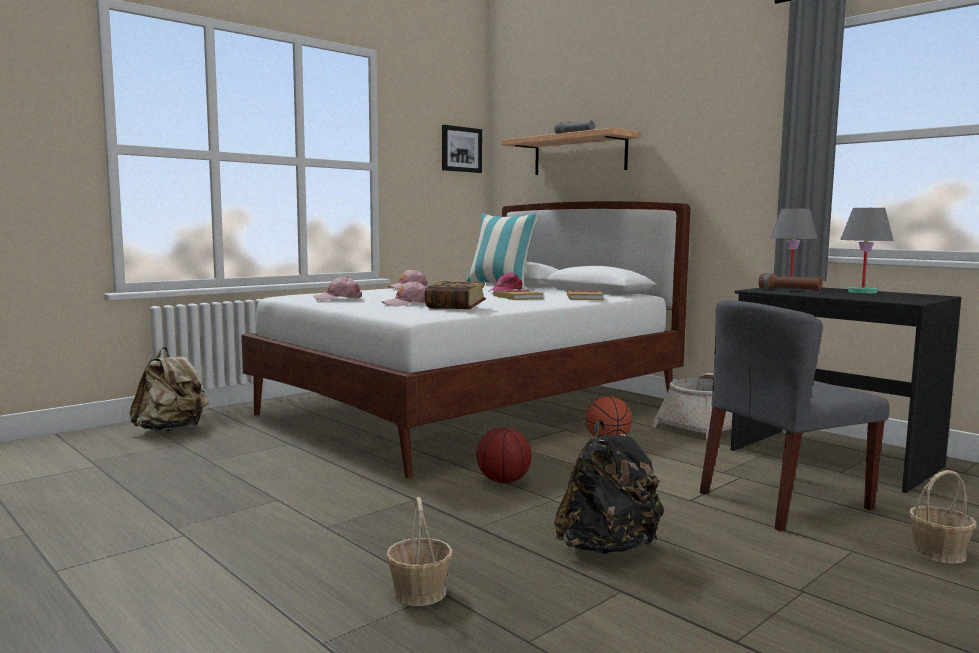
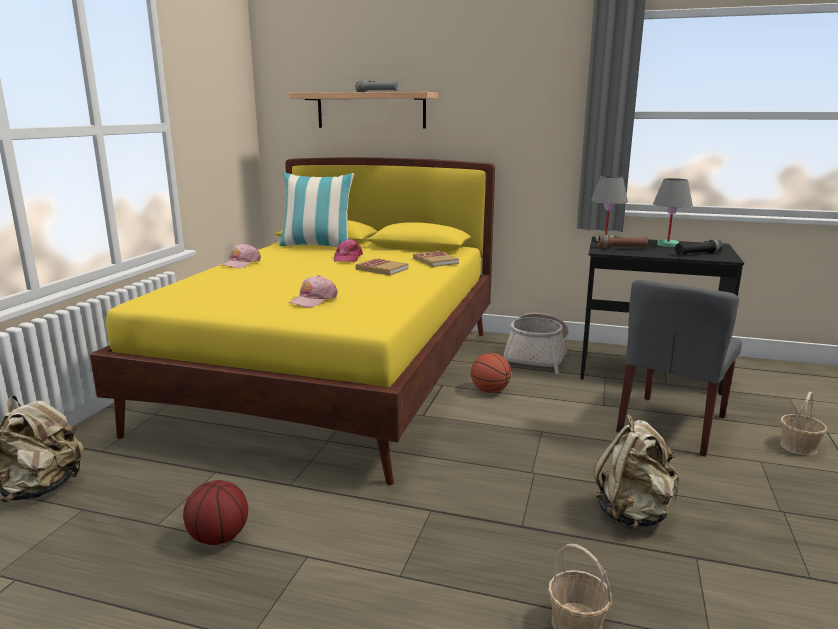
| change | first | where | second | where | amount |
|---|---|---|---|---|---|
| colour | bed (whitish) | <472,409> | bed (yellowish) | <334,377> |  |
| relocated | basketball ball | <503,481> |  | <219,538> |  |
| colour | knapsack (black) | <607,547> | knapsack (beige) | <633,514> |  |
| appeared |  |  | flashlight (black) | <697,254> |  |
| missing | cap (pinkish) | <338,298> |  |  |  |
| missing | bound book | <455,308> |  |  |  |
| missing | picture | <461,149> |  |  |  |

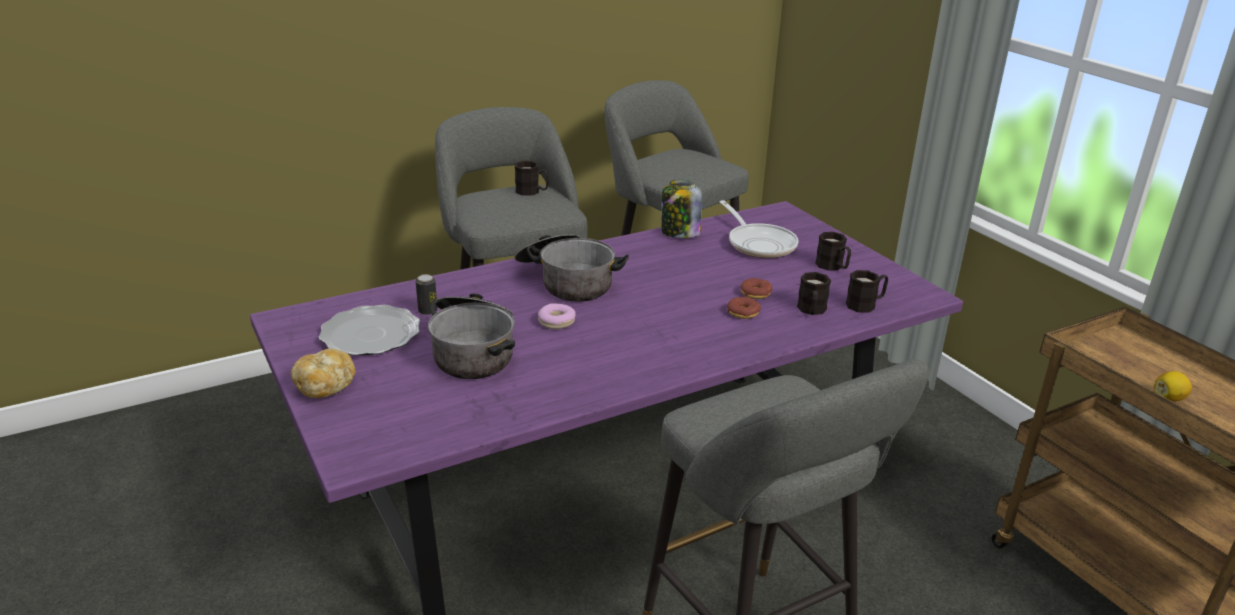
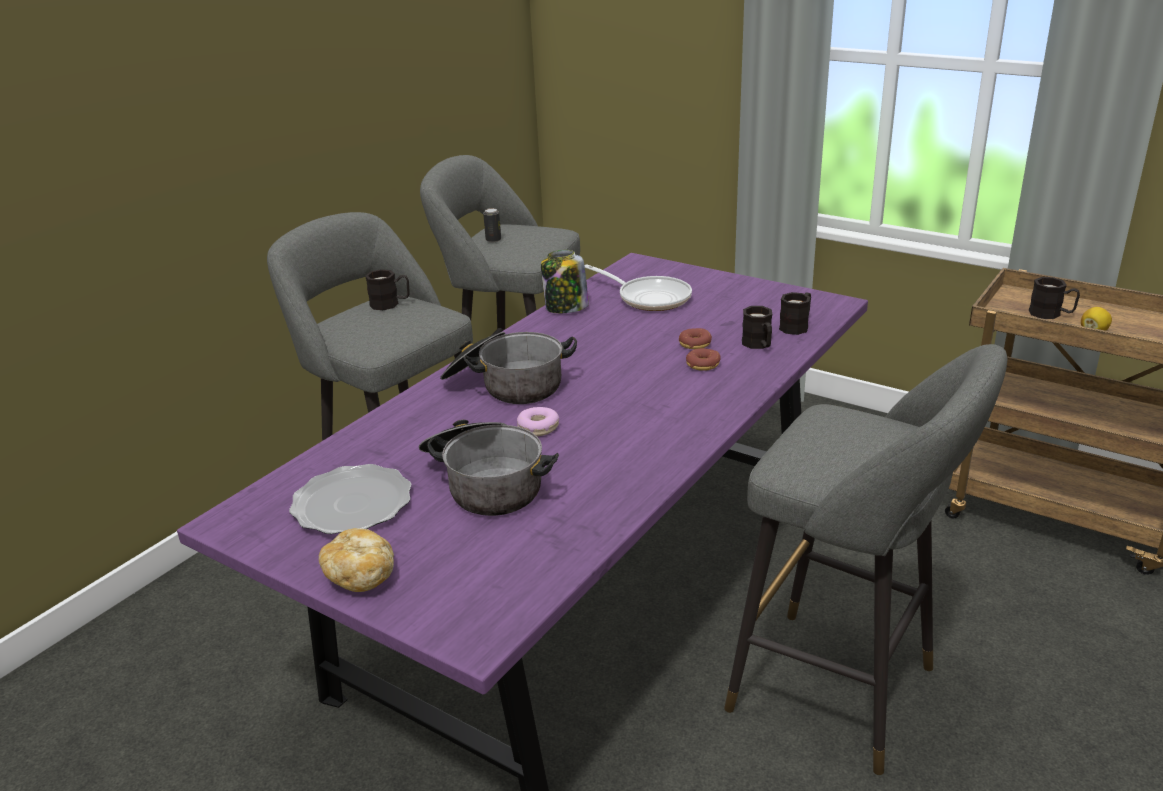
| change | first | where | second | where | amount |
|---|---|---|---|---|---|
| relocated | can | <427,311> |  | <493,240> |  |
| relocated | coffee mug (black) | <833,267> |  | <1051,314> |  |

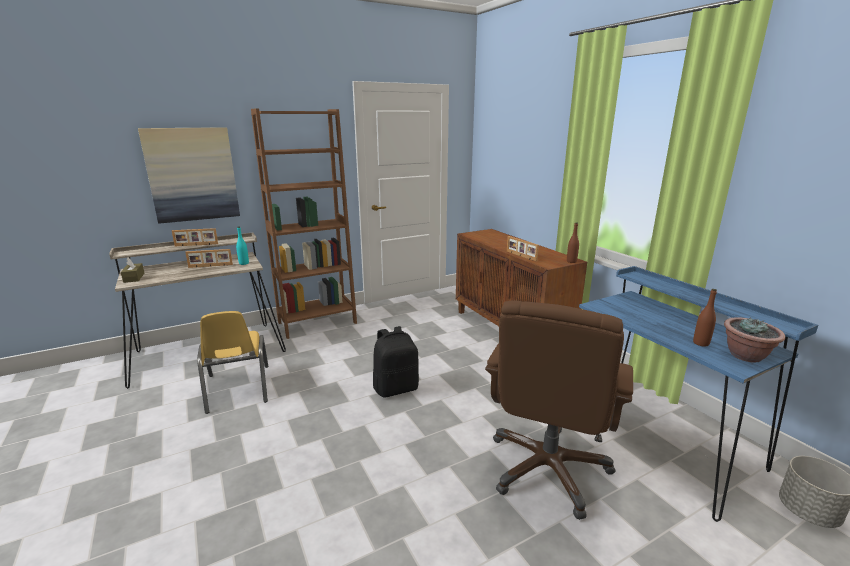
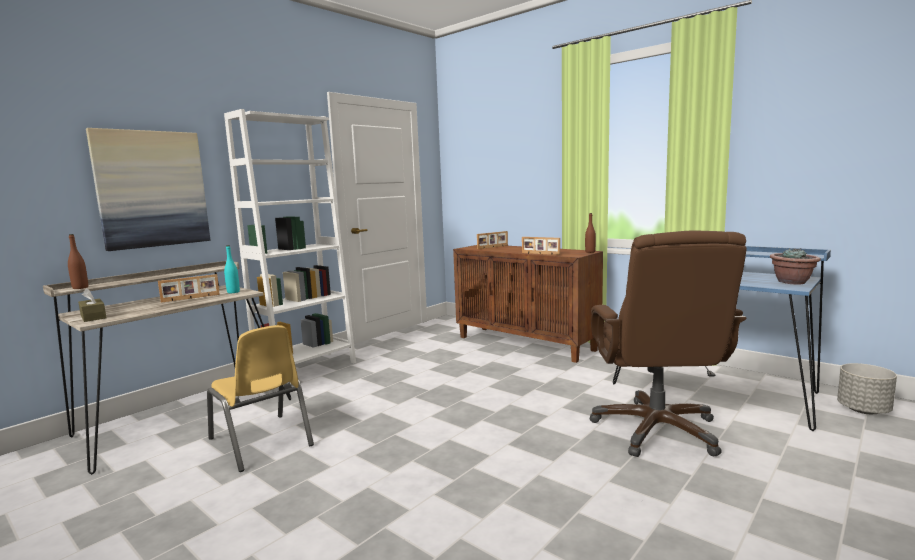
| change | first | where | second | where | amount |
|---|---|---|---|---|---|
| relocated | bottle (brownish) | <701,343> |  | <80,288> |  |
| colour | bookshelf (brownish) | <317,322> | bookshelf (whitish) | <306,369> |  |
| relocated | standing frame | <196,245> |  | <493,247> |  |
| missing | knapsack (black) | <396,388> |  |  |  |

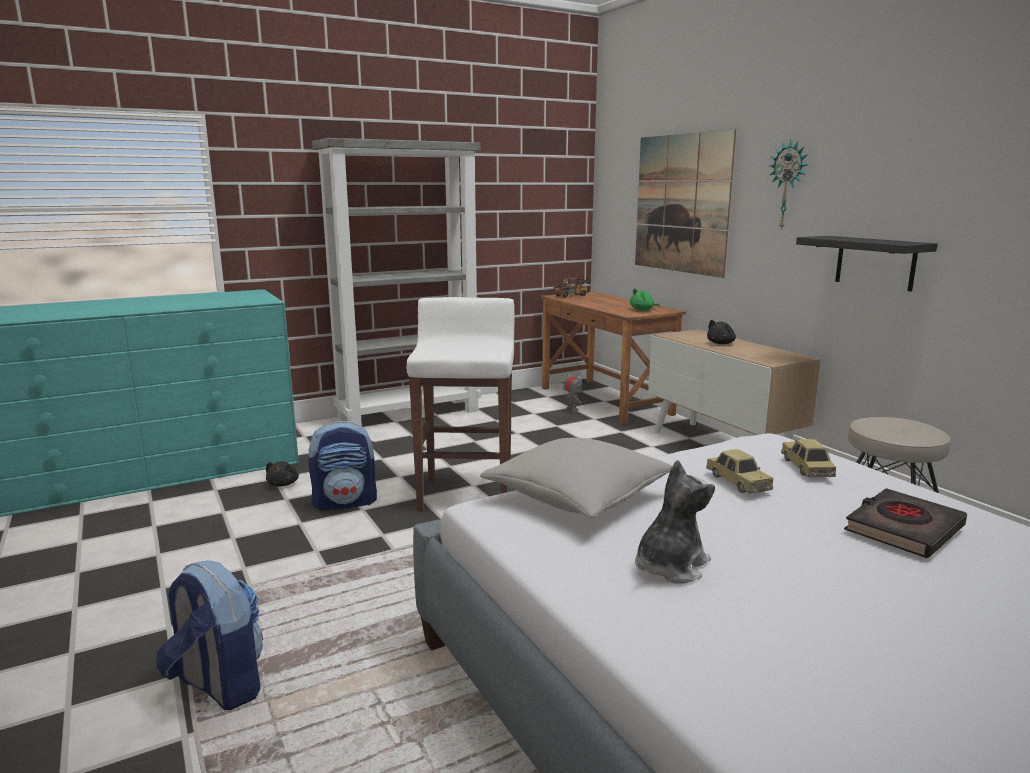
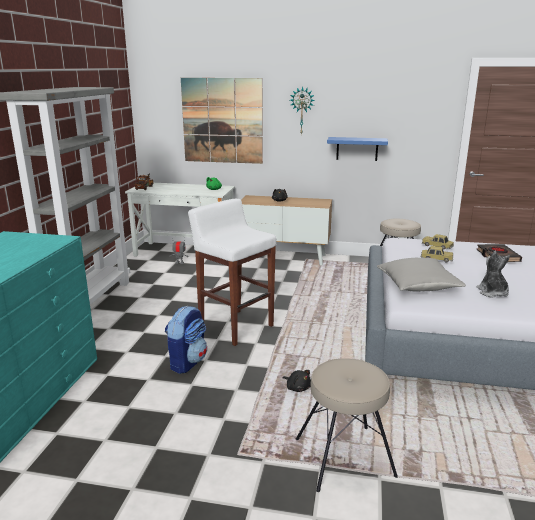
| change | first | where | second | where | amount |
|---|---|---|---|---|---|
| colour | desk table (brownish) | <605,401> | desk table (whitish) | <185,252> |  |
| relocated | plush toy (black) | <283,484> |  | <297,388> |  |
| exchanged | knapsack | <218,686> | stool seat (beige) | <344,458> |  |
| colour | wall shelf (black) | <875,262> | wall shelf (blue) | <357,149> |  |

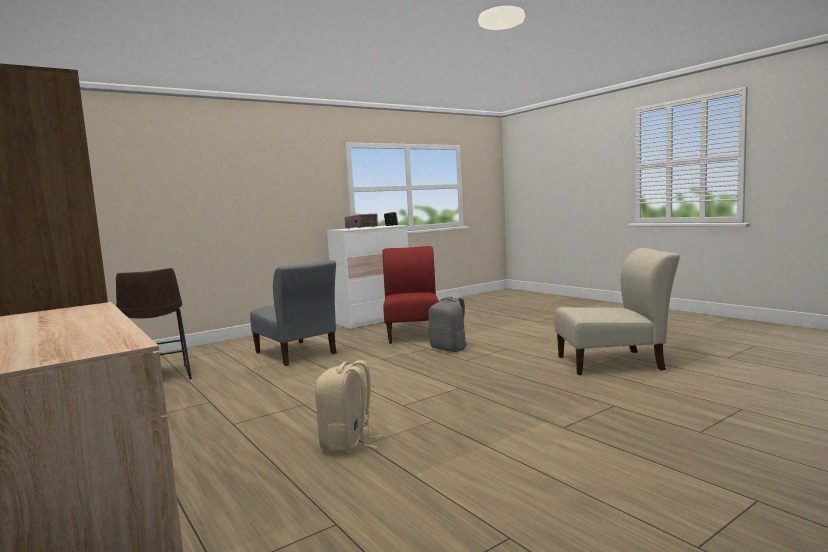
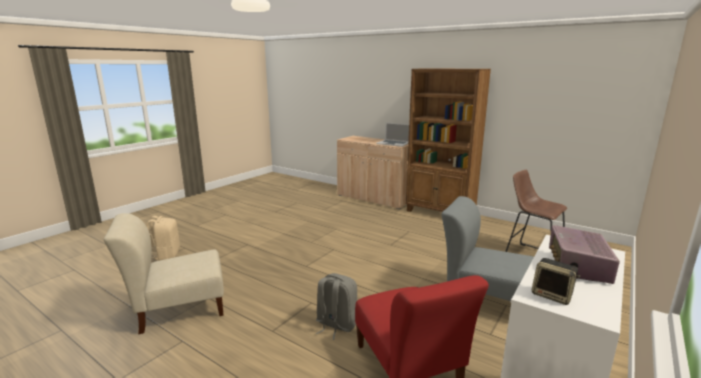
| change | first | where | second | where | amount |
|---|---|---|---|---|---|
| relocated | knapsack (beige) | <347,443> |  | <166,255> |  |
| appeared |  |  | portable computer | <393,143> |  |

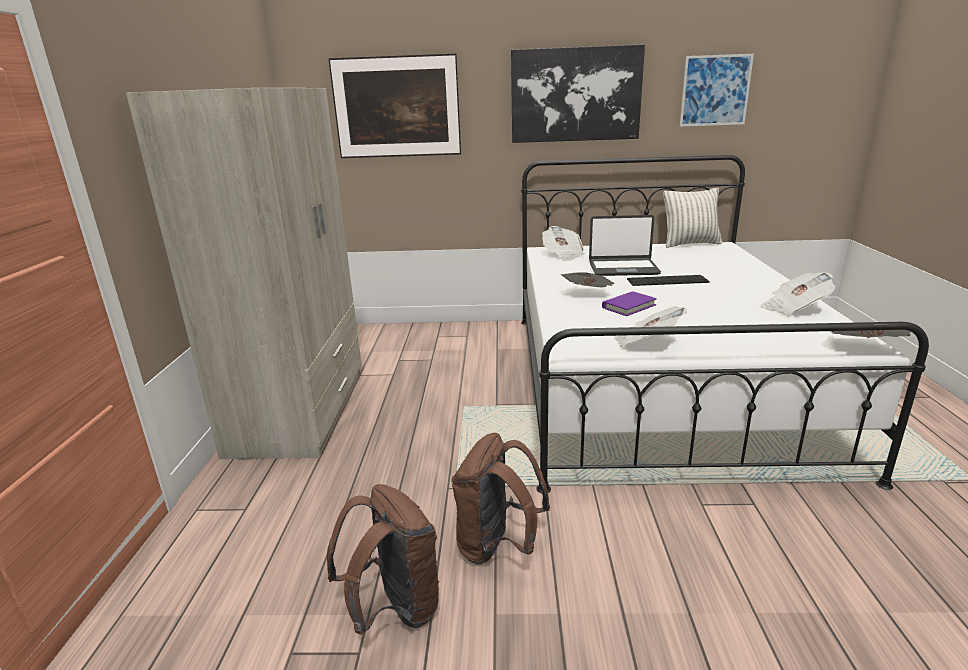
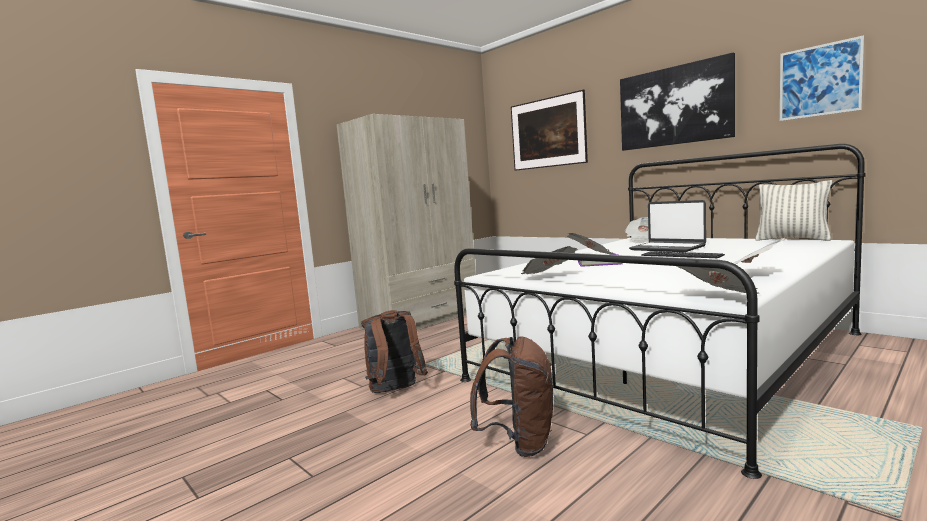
| change | first | where | second | where | amount |
|---|---|---|---|---|---|
| relocated | knapsack (brownish) | <395,608> |  | <519,443> |  |

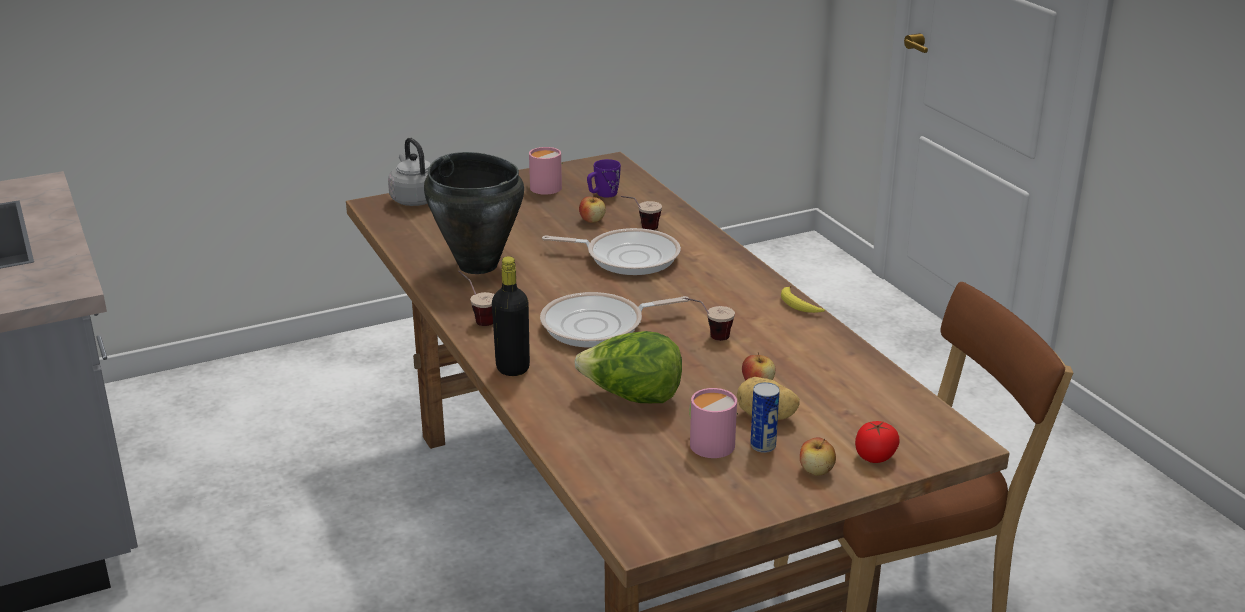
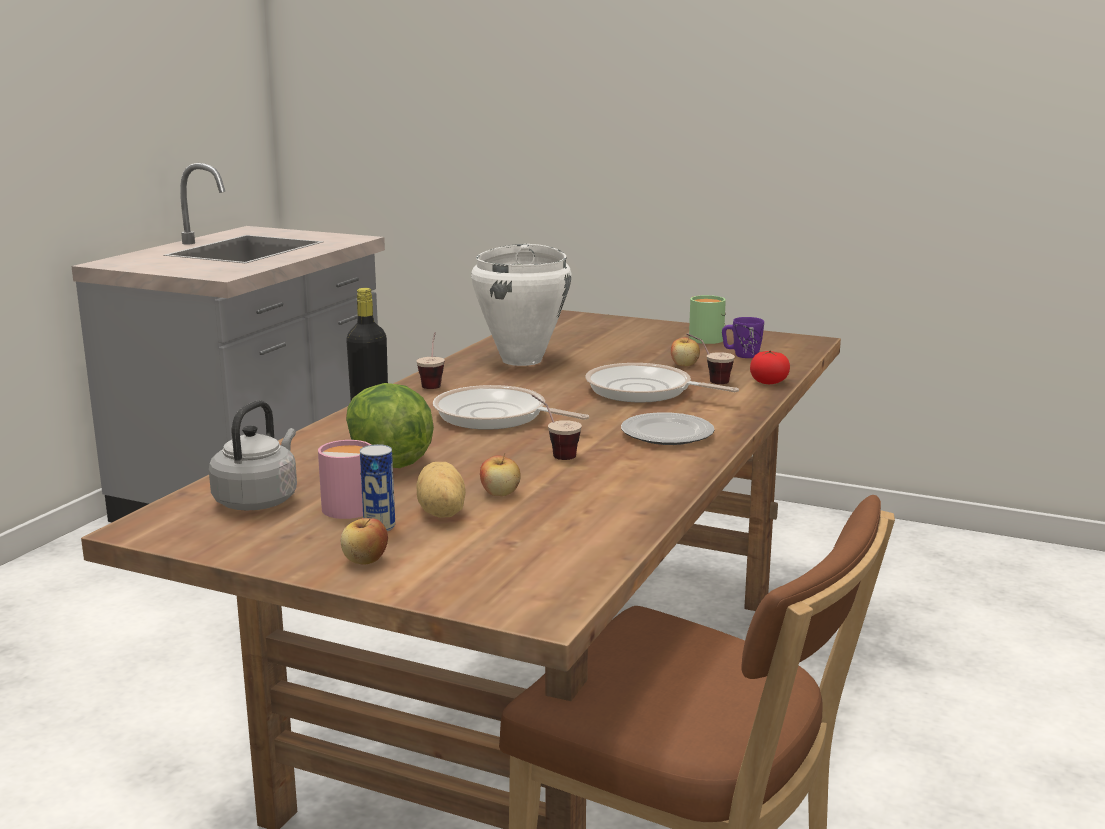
| change | first | where | second | where | amount |
|---|---|---|---|---|---|
| relocated | kettle (greyish) | <414,199> |  | <258,500> |  |
| colour | stockpot (black) | <478,265> | stockpot (whitish) | <523,360> |  |
| spun | skillet | <627,257> |  | <644,391> | 150 degrees clockwise |
| appeared |  |  | plate | <668,434> |  |
| colour | coffee mug (pinkish) | <543,186> | coffee mug (greenish) | <706,338> |  |
| relocated | whole tomato | <875,457> |  | <769,382> |  |
| missing | banana | <799,305> |  |  |  |

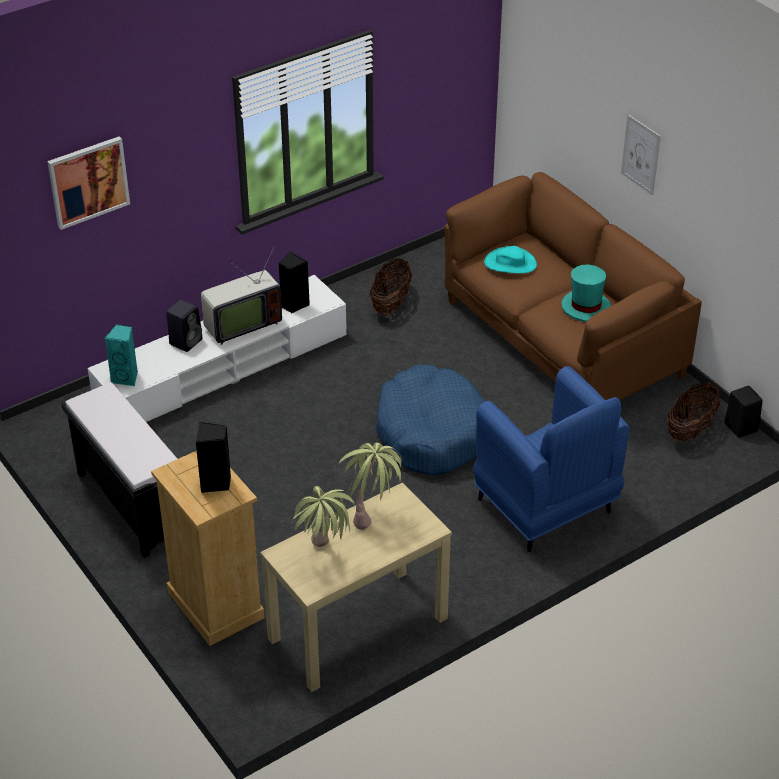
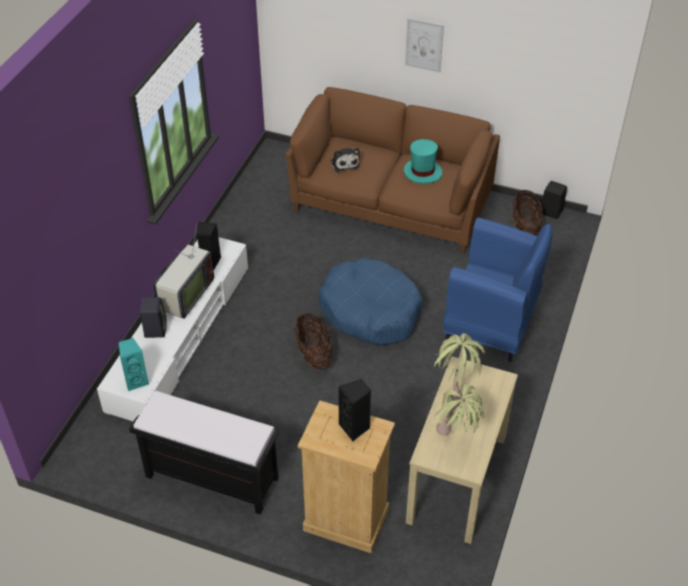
| change | first | where | second | where | amount |
|---|---|---|---|---|---|
| relocated | storage basket | <390,303> |  | <313,354> |  |
| exchanged | hat (turquoise-coloured) | <510,263> | plush toy | <344,163> |  |
| missing | picture | <88,181> |  |  |  |

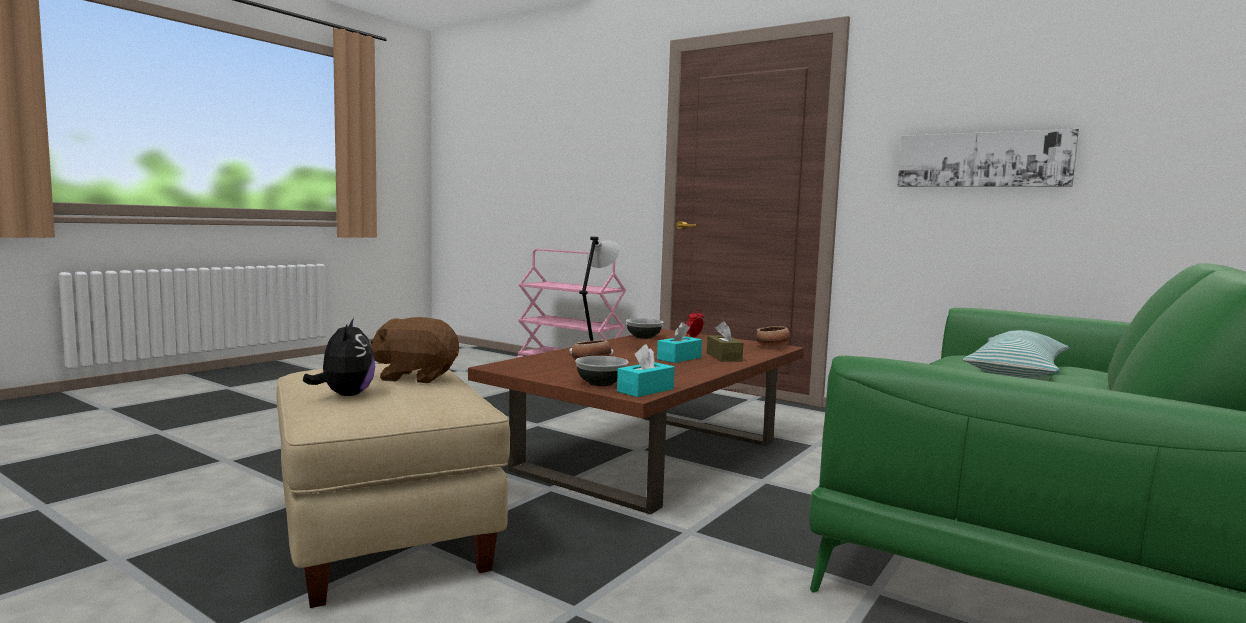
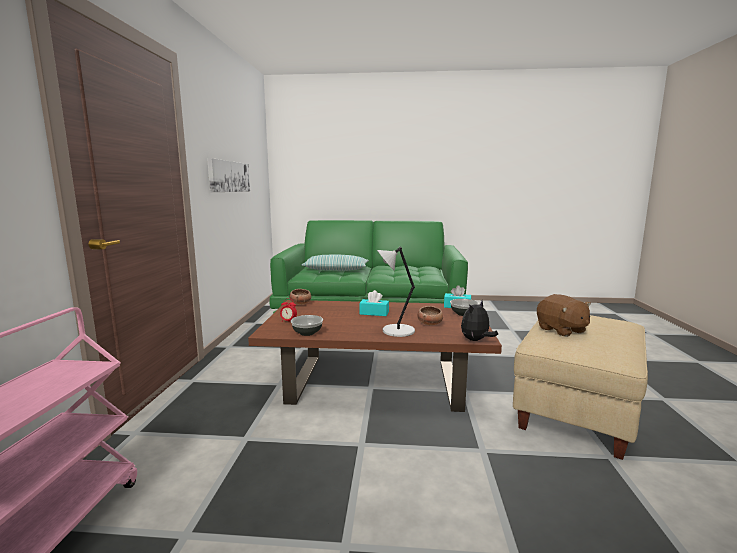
| change | first | where | second | where | amount |
|---|---|---|---|---|---|
| relocated | plush toy | <345,395> |  | <476,340> |  |
| missing | tissue holder (brownish) | <724,357> |  |  |  |

